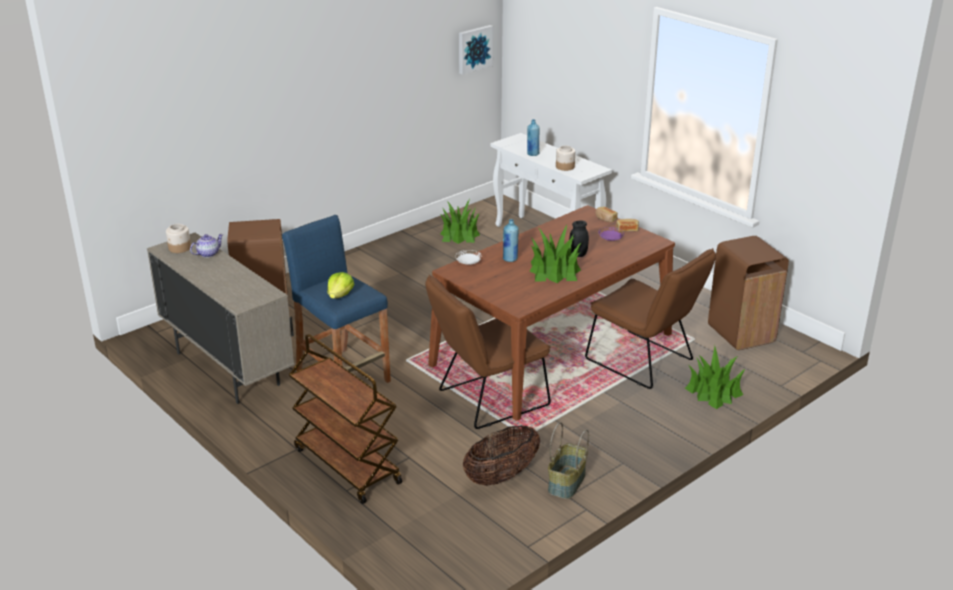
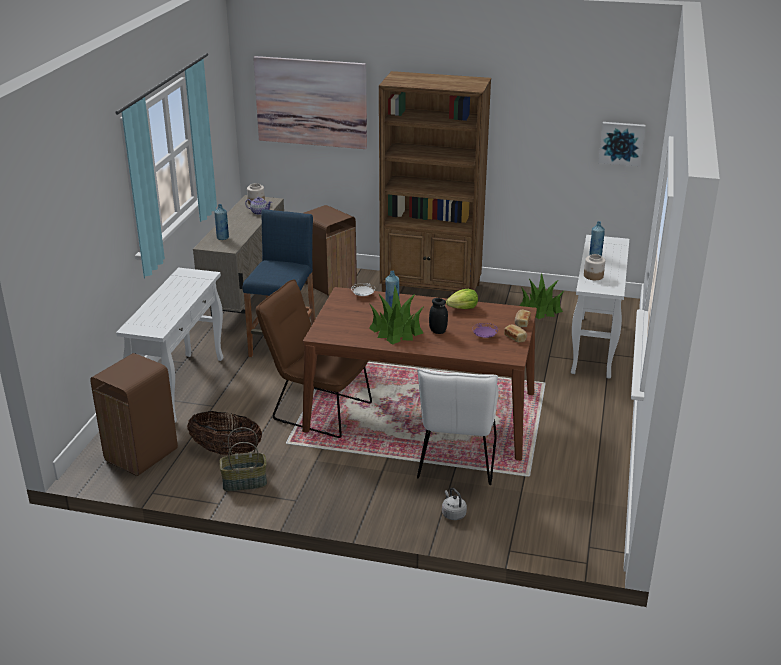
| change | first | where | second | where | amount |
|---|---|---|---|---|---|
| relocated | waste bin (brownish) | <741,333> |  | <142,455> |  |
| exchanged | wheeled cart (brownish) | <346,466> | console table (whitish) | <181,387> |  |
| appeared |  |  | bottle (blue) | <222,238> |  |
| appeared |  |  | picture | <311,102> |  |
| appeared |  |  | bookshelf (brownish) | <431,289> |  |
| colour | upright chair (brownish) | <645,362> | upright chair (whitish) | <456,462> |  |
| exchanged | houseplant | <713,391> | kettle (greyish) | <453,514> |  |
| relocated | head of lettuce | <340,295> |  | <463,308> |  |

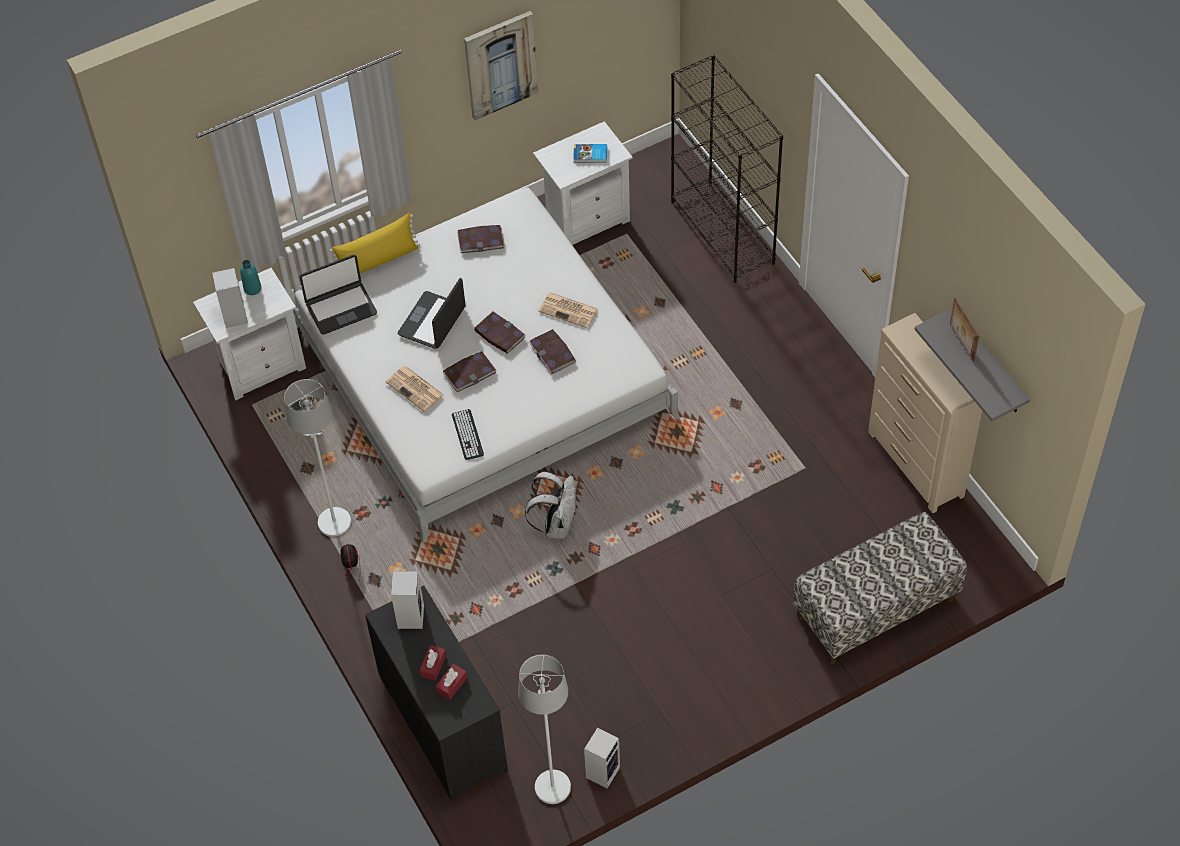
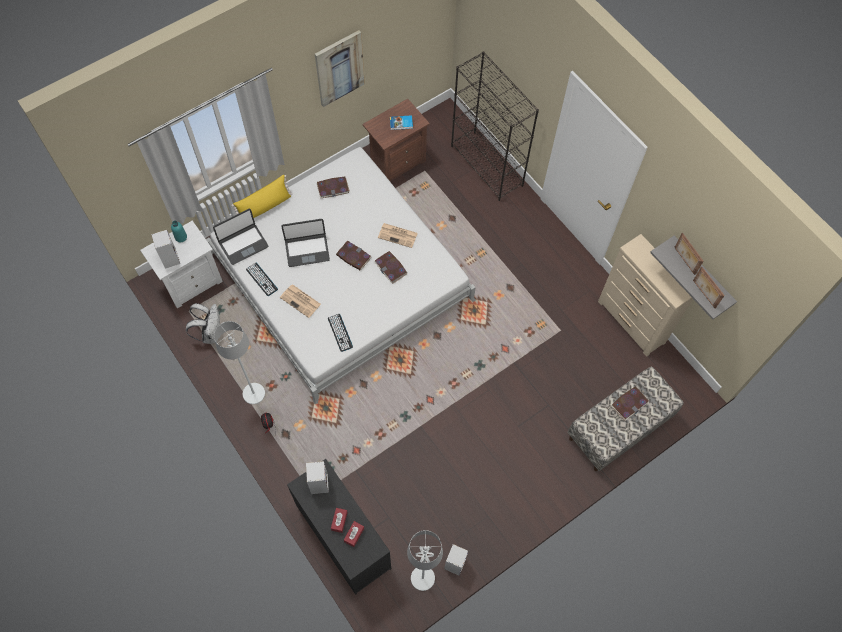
| change | first | where | second | where | amount |
|---|---|---|---|---|---|
| relocated | knapsack (whitish) | <556,524> |  | <210,333> |  |
| appeared |  |  | keyboard | <262,279> |  |
| spun | portable computer | <432,321> |  | <307,250> | 120 degrees counterclockwise |
| colour | night table (whitish) | <586,219> | night table (brownish) | <396,161> |  |
| relocated | bound book | <469,373> |  | <629,403> |  |
| appeared |  |  | standing frame | <703,294> |  |

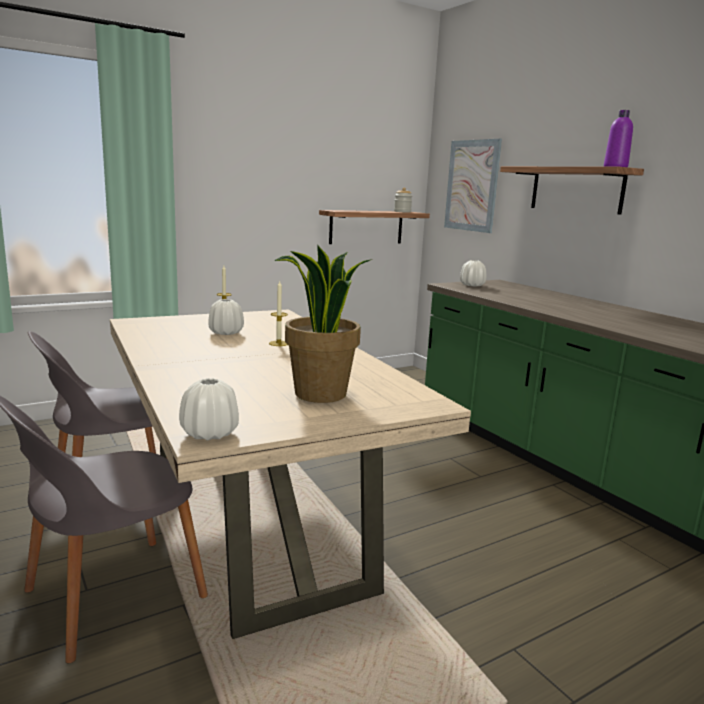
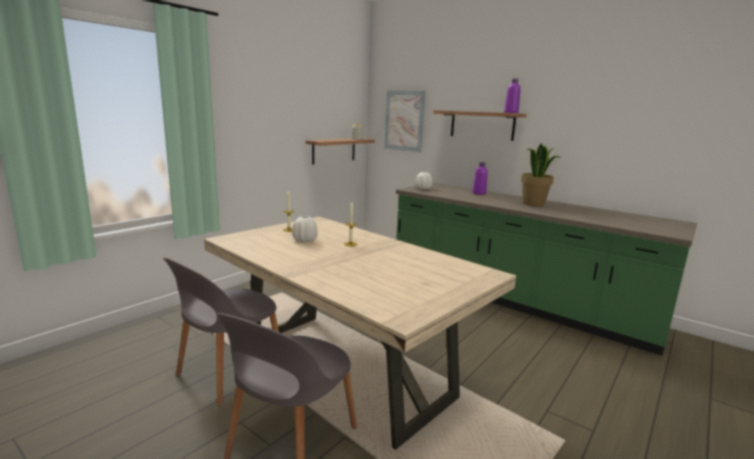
| change | first | where | second | where | amount |
|---|---|---|---|---|---|
| appeared |  |  | bottle (purple-coloured) | <479,193> |  |
| relocated | houseplant | <320,394> |  | <533,204> |  |
| missing | decorative vase (whitish) | <210,433> |  |  |  |

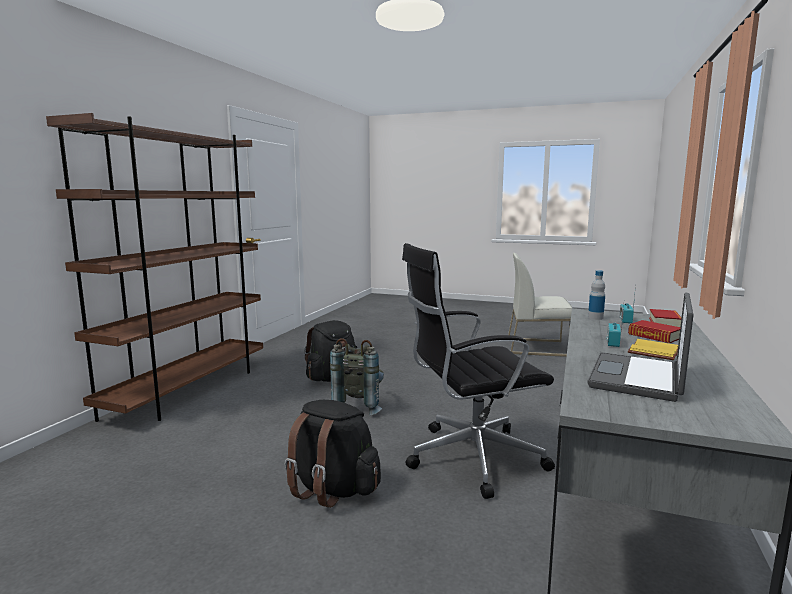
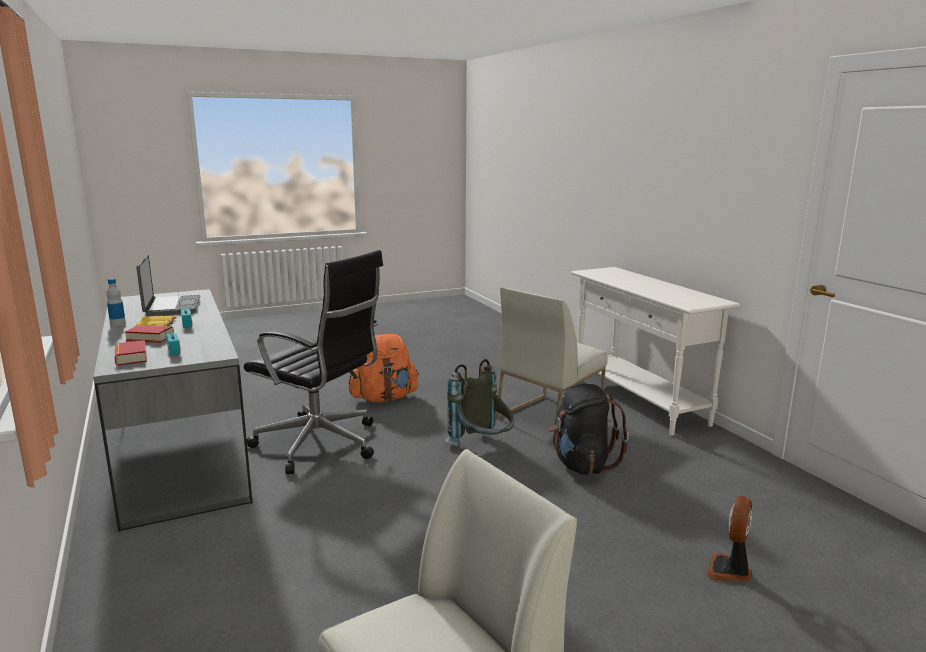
| change | first | where | second | where | amount |
|---|---|---|---|---|---|
| relocated | bottle | <595,318> |  | <118,324> |  |
| spun | computer chair (black) | <470,458> |  | <320,444> | 90 degrees clockwise |
| colour | knapsack (black) | <333,489> | knapsack (orange-coloured) | <384,398> |  |
| appeared |  |  | upright chair (whitish) | <548,416> |  |
| exchanged | bookshelf (brownish) | <189,390> | console table (whitish) | <638,401> |  |
| appeared |  |  | fan | <730,571> |  |

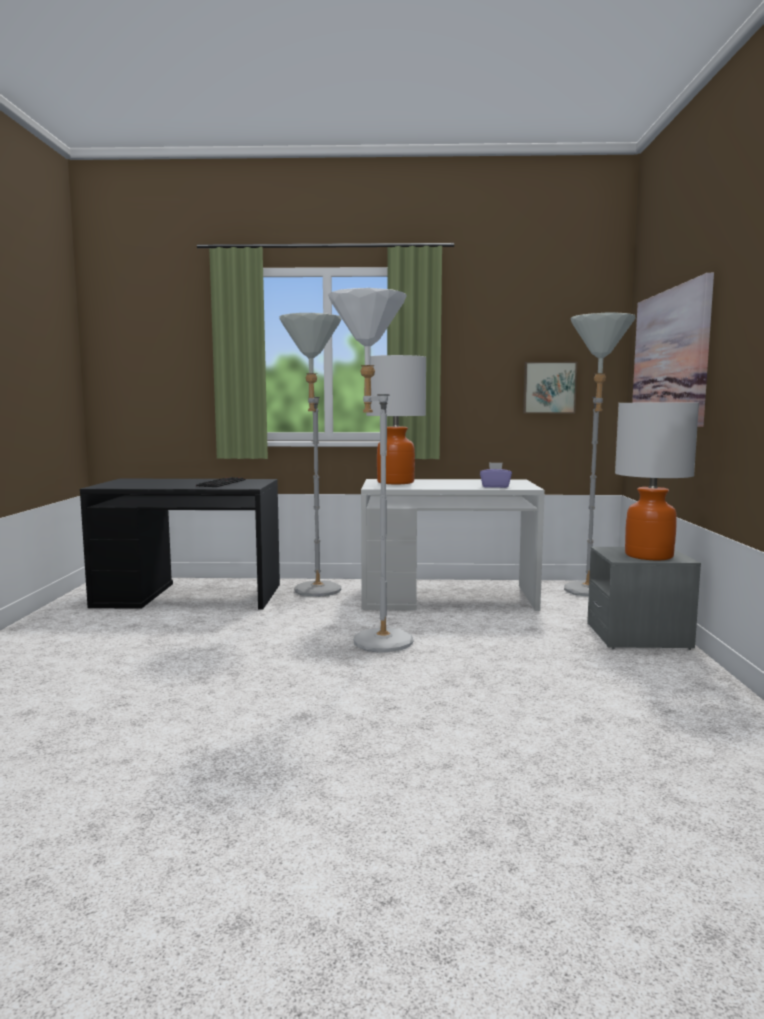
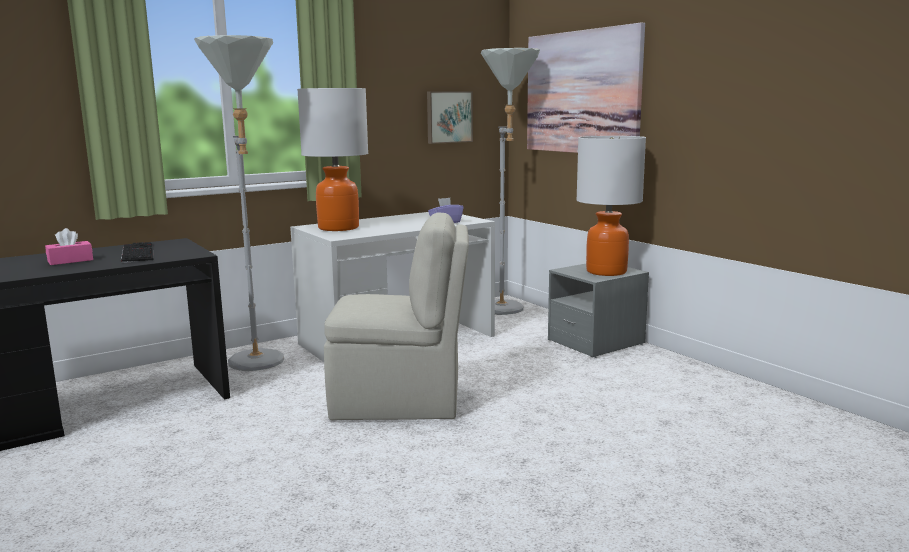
| change | first | where | second | where | amount |
|---|---|---|---|---|---|
| appeared |  |  | tissue holder (pinkish) | <70,261> |  |
| exchanged | floor lamp (whitish) | <372,640> | upright chair (beige) | <400,401> |  |

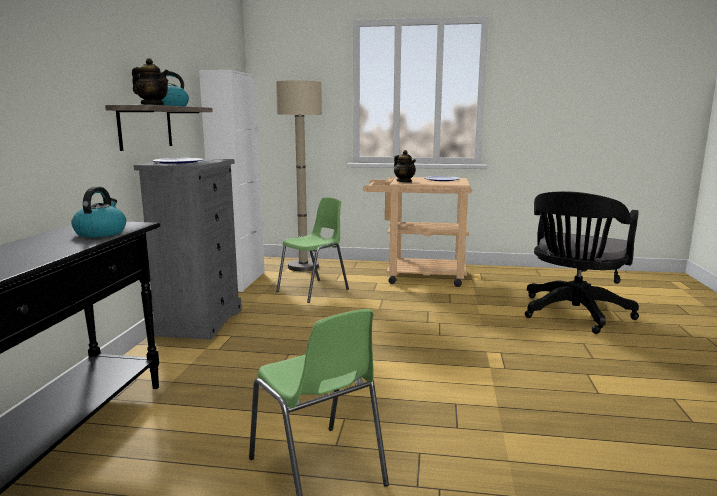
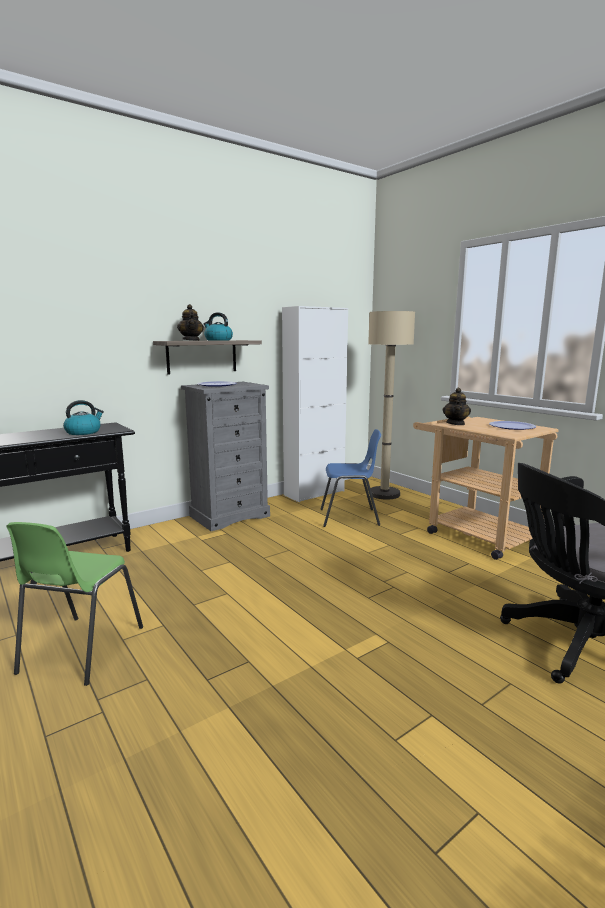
| change | first | where | second | where | amount |
|---|---|---|---|---|---|
| colour | upright chair (greenish) | <314,290> | upright chair (blue) | <350,517> |  |

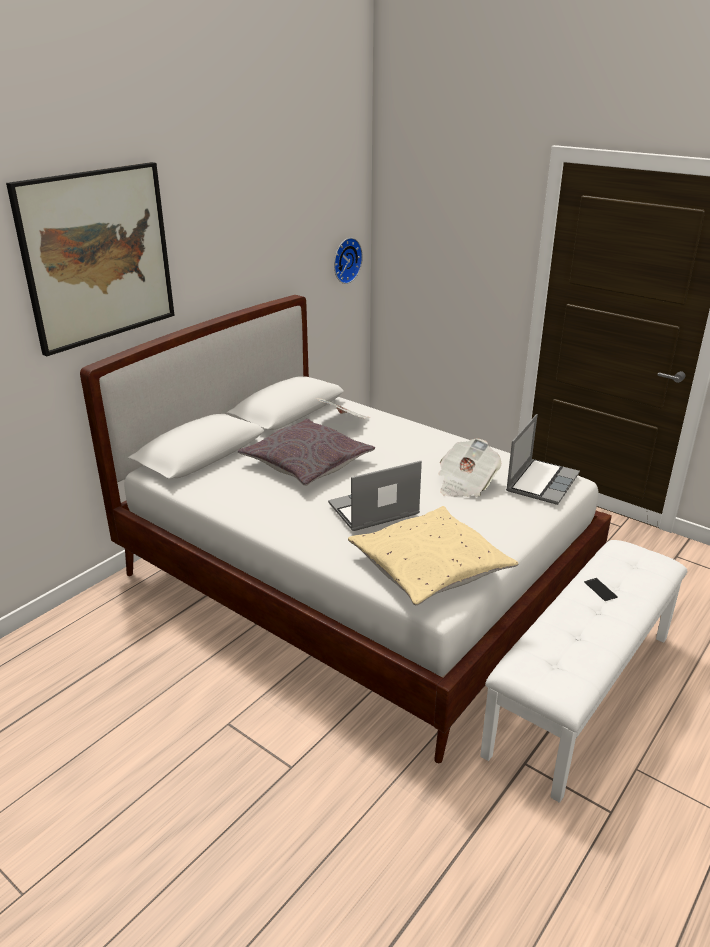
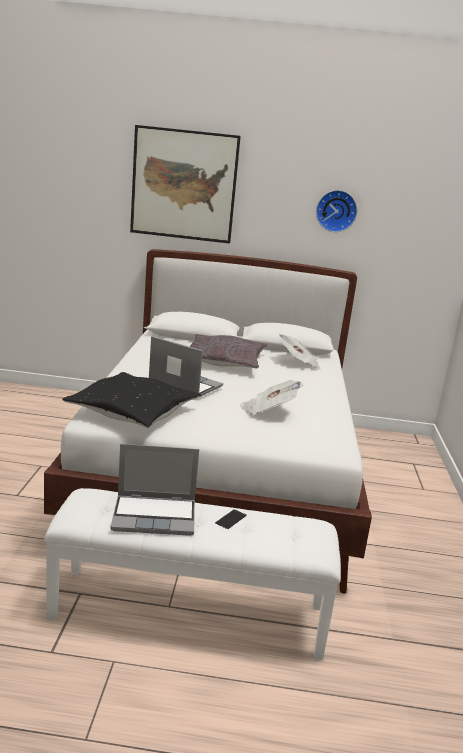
| change | first | where | second | where | amount |
|---|---|---|---|---|---|
| colour | pillow (beige) | <429,566> | pillow (black) | <133,411> |  |
| relocated | portable computer | <541,482> |  | <155,516> |  |
| relocated | wall clock | <345,260> |  | <336,211> |  |

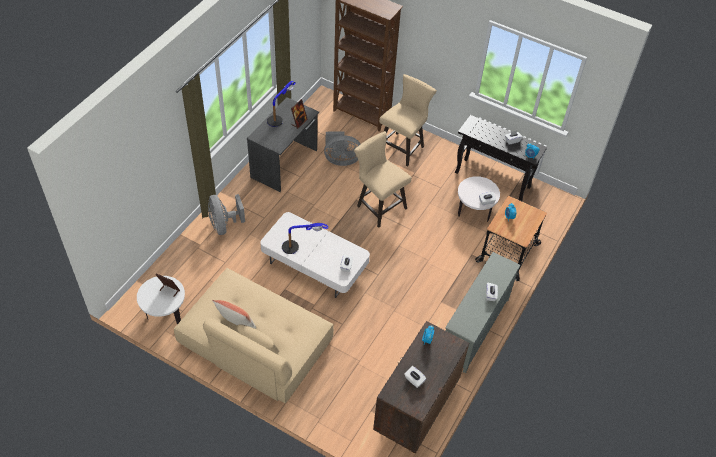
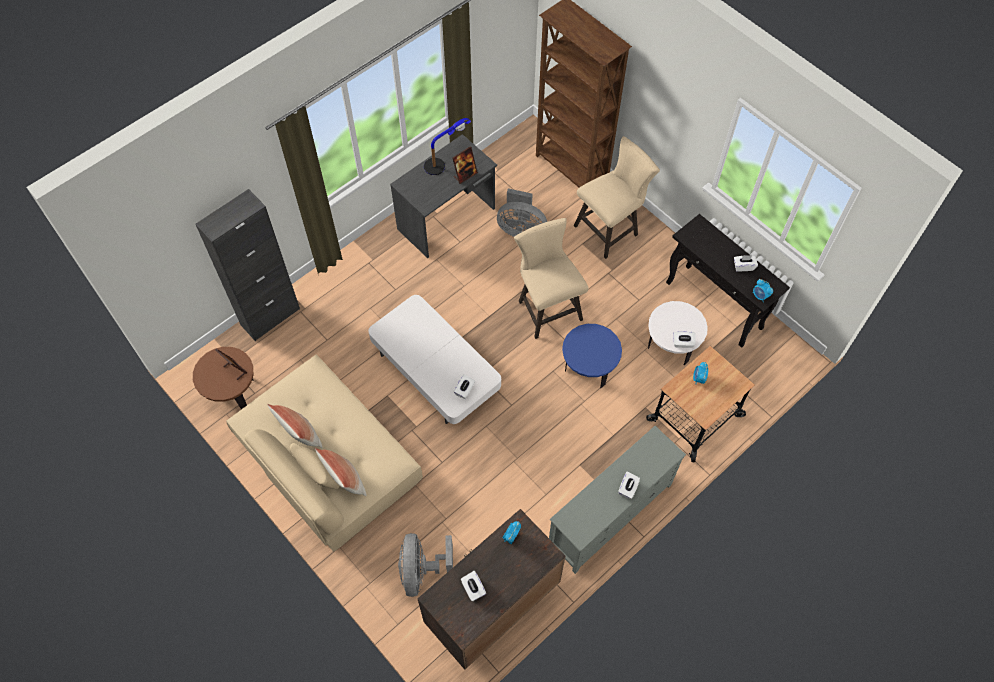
| change | first | where | second | where | amount |
|---|---|---|---|---|---|
| colour | side table (whitish) | <165,314> | side table (brownish) | <233,393> |  |
| appeared |  |  | cupboard (black) | <270,317> |  |
| appeared |  |  | pillow | <345,480> |  |
| relocated | fan (greyish) | <224,225> |  | <422,571> |  |
| appeared |  |  | side table (blue) | <588,370> |  |
| missing | tabletop lamp | <299,246> |  |  |  |

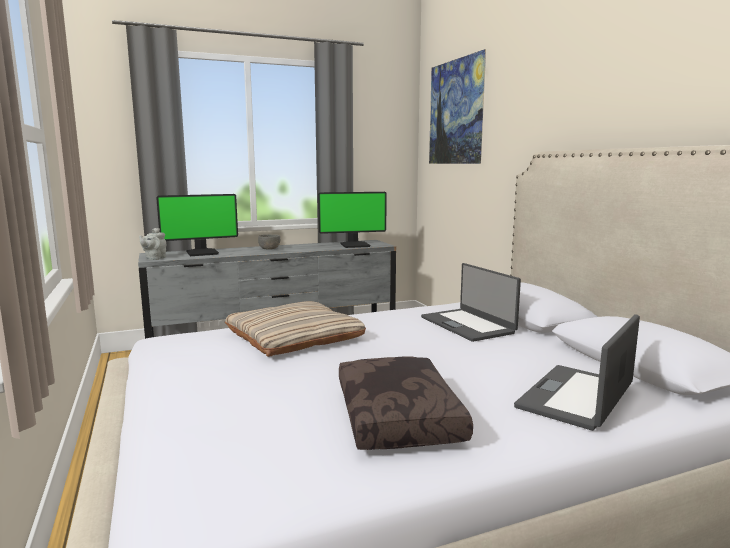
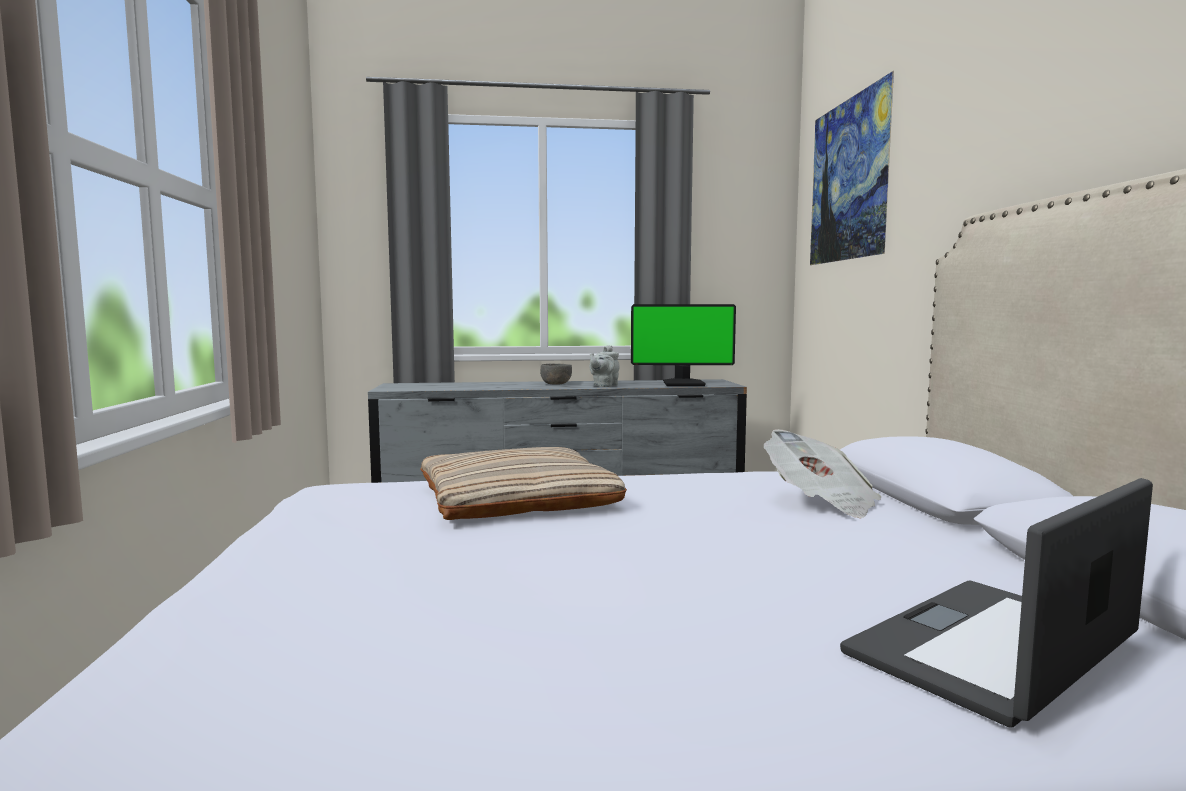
| change | first | where | second | where | amount |
|---|---|---|---|---|---|
| relocated | tea pot (greyish) | <154,258> |  | <604,385> |  |
| exchanged | portable computer | <468,325> | printed paper | <821,502> |  |
| missing | monitor | <202,253> |  |  |  |
| missing | pillow (brownish) | <400,417> |  |  |  |

